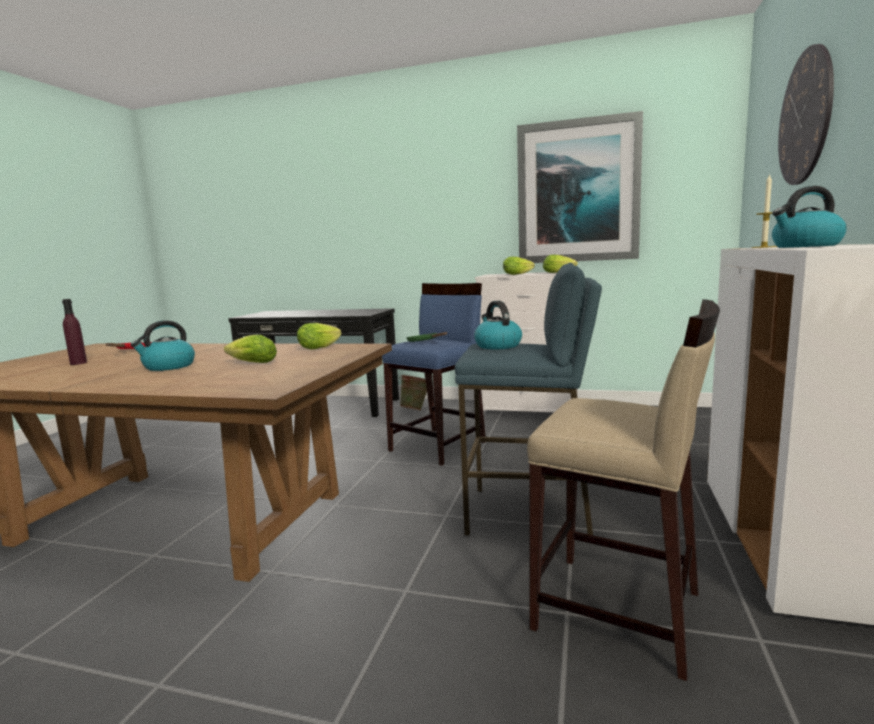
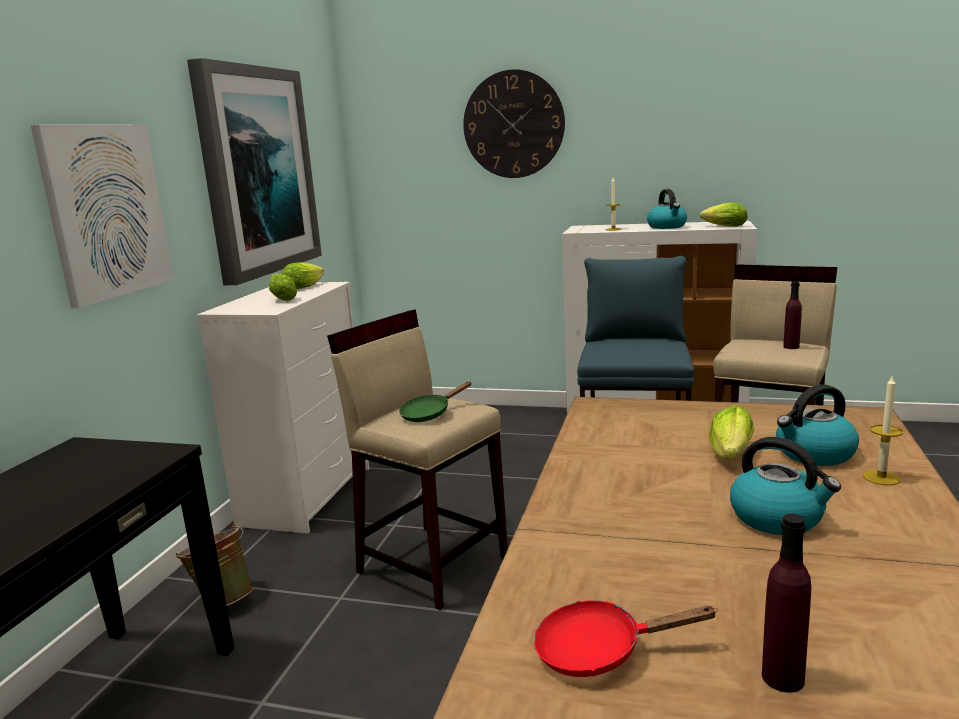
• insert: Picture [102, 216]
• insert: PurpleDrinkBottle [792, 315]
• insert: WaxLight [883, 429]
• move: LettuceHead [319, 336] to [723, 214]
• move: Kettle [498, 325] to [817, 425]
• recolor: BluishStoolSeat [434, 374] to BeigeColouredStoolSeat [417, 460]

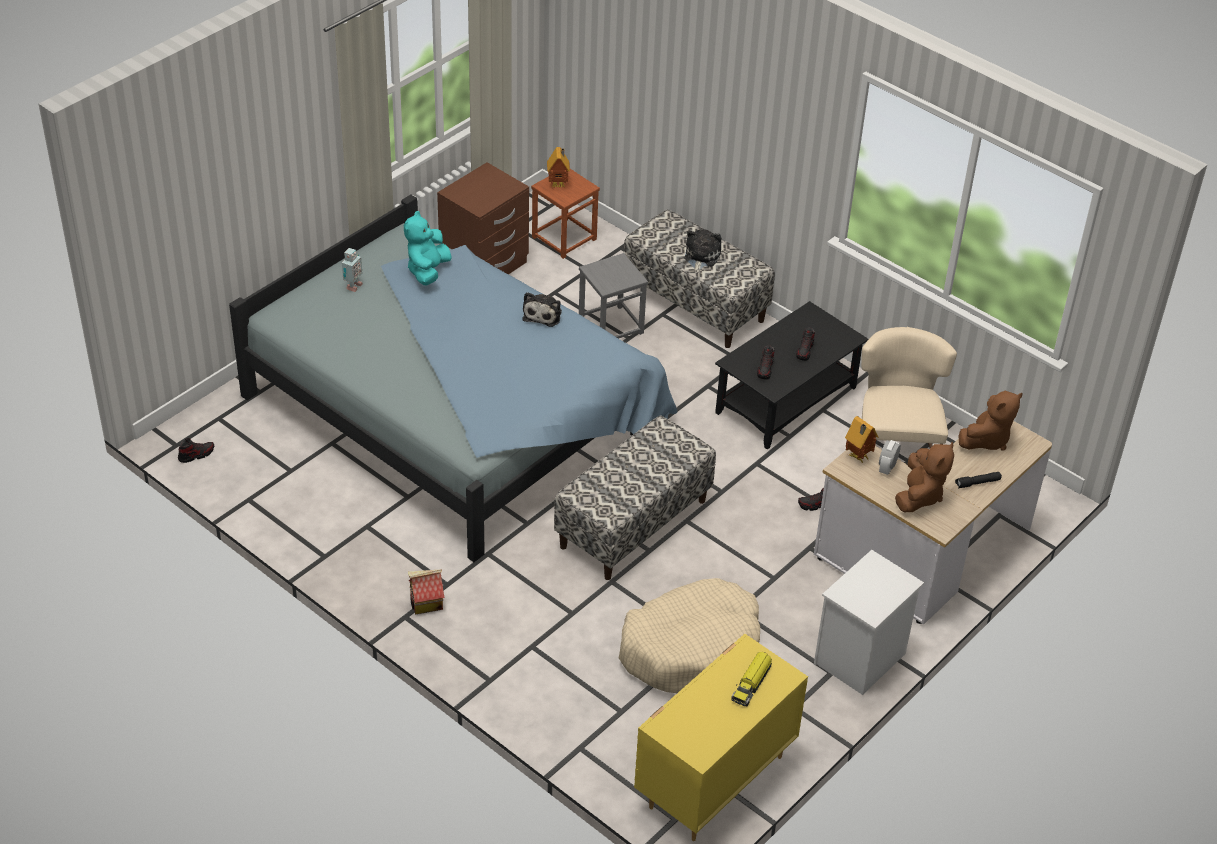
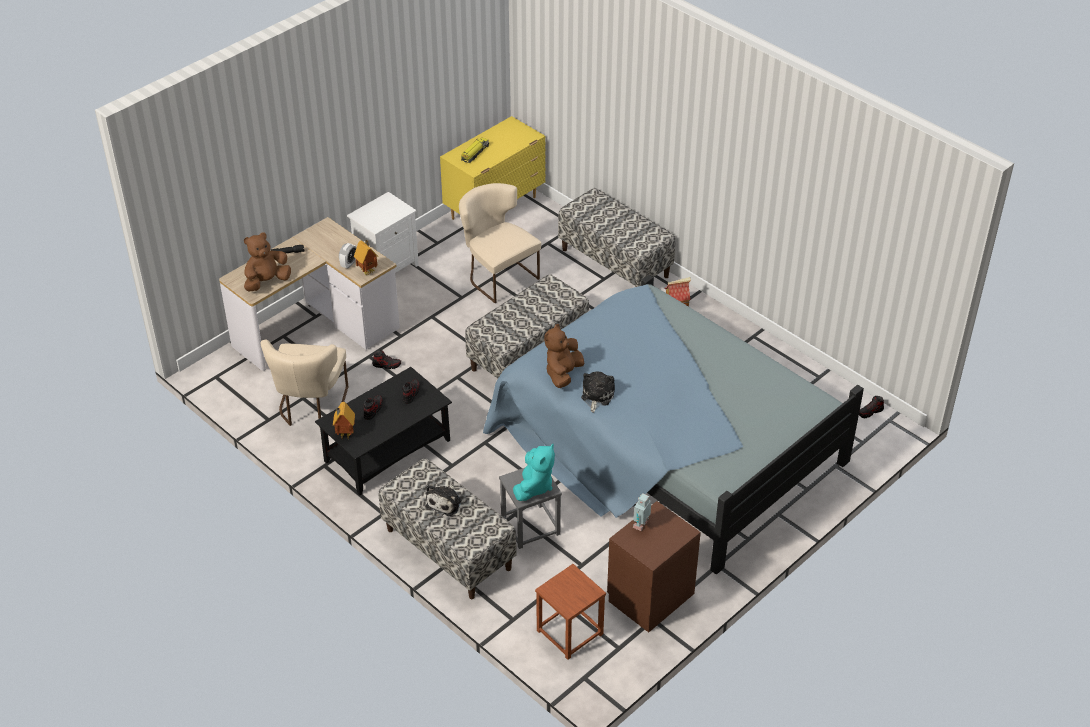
• insert: Bench [617, 237]
• move: ToyRobot [352, 270] to [642, 512]
• move: TurquoiseSoftToy [428, 248] to [534, 472]
• move: ModelHouse [558, 167] to [344, 420]
• move: BrownishSoftToy [924, 477] to [564, 356]
• replace: BeigeColouredDogBed [689, 635] to BeigeColouredPlainChair [500, 243]

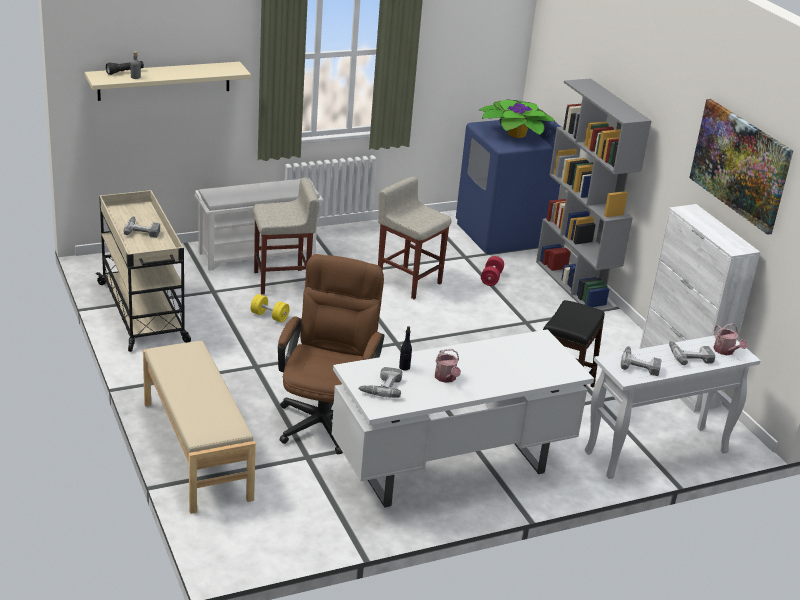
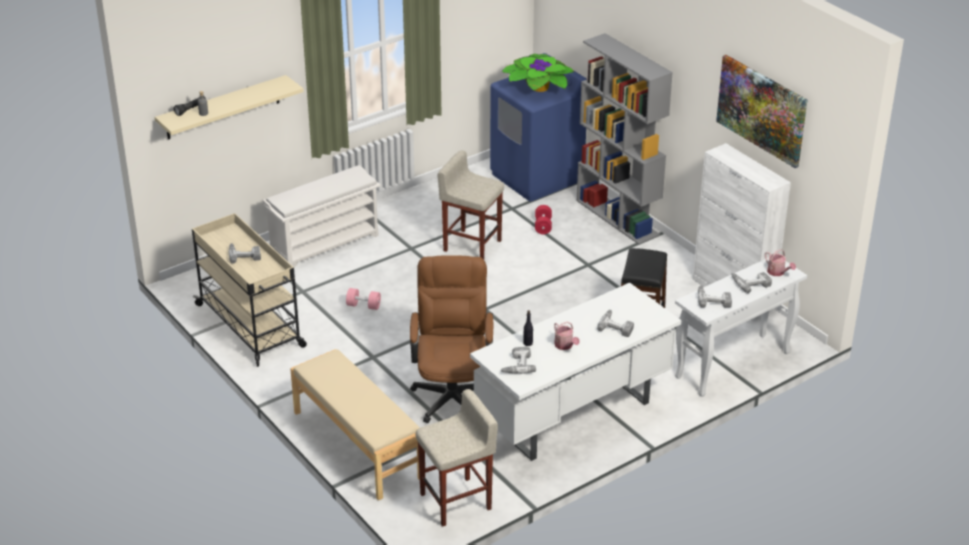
• insert: ElectricDrill [615, 323]
• move: BeigeColouredStoolSeat [286, 236] to [457, 458]
• recolor: YellowDumbbell [270, 308] to PinkishDumbbell [363, 299]

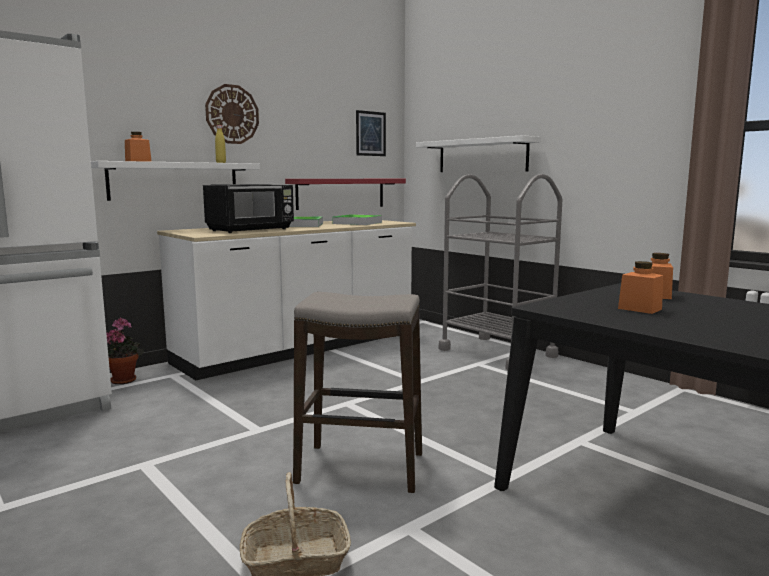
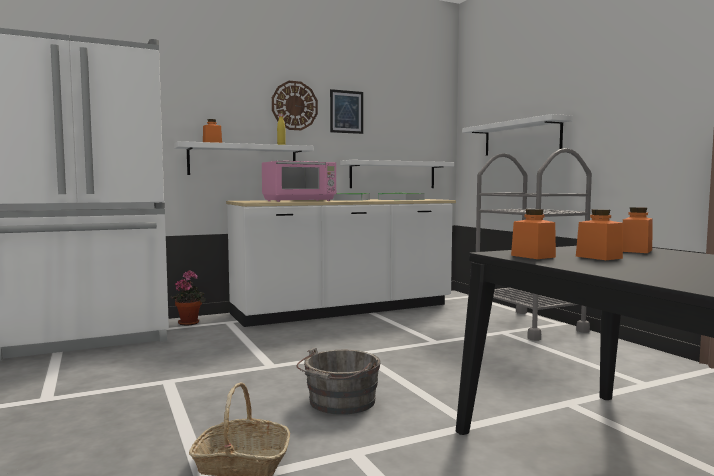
• insert: OrangeColouredStorageJar [533, 234]
• move: Picture [371, 133] to [346, 111]
• replace: StoolSeat [357, 392] to GreyishWaterBucket [338, 381]
• recolor: BlackColouredMicrowaveOven [248, 208] to PinkishMicrowaveOven [299, 181]
• recolor: RedColouredWallShelf [345, 194] to WhitishWallShelf [397, 174]

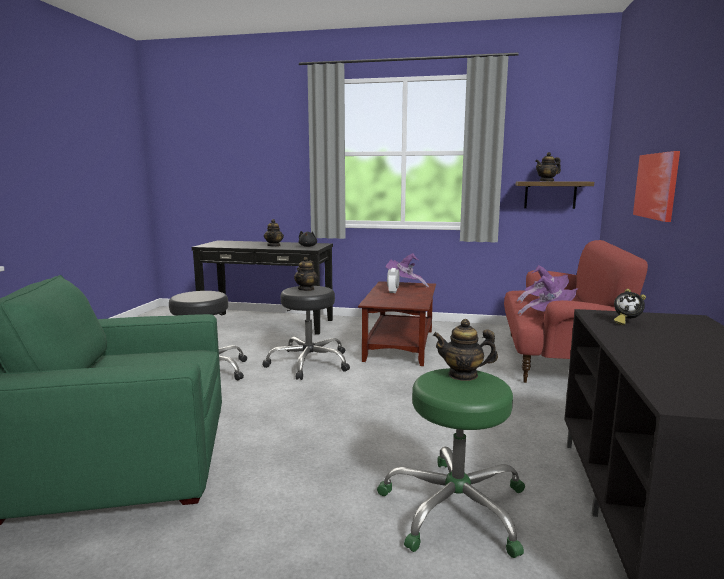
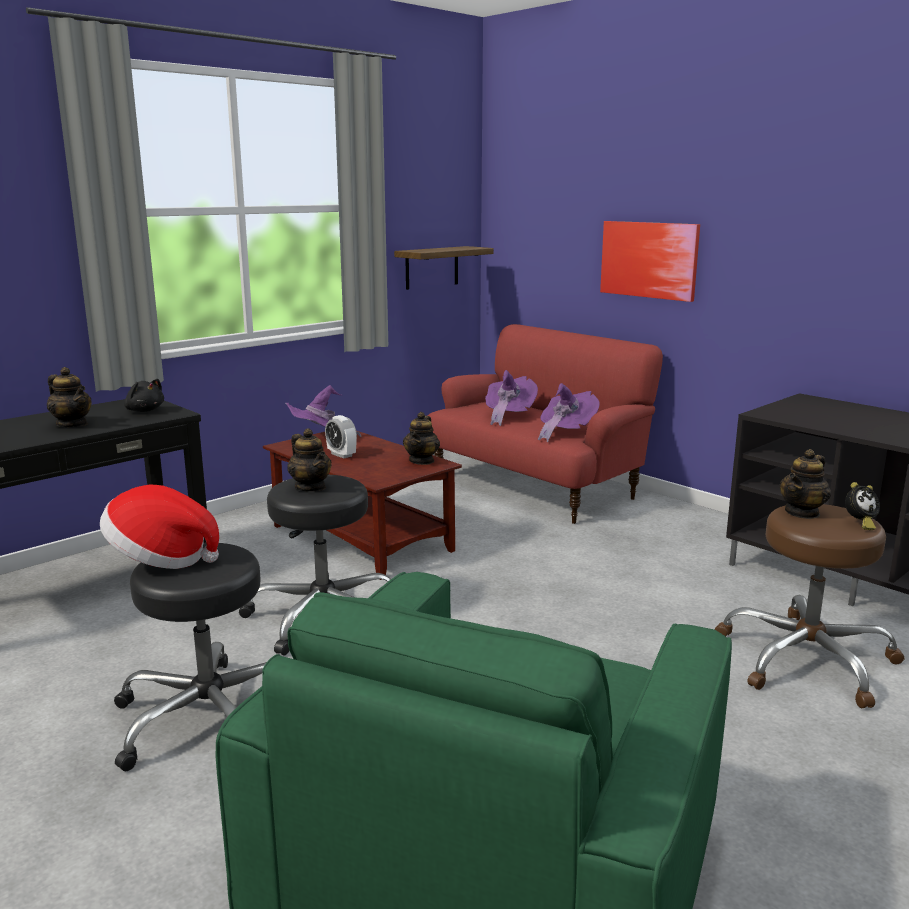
• insert: ClothingHat [159, 526]
• move: PotForTea [548, 166] to [421, 438]
• move: AlarmClock [630, 307] to [862, 506]
• recolor: GreenStoolSeat [451, 463] to BrownishStoolSeat [809, 606]

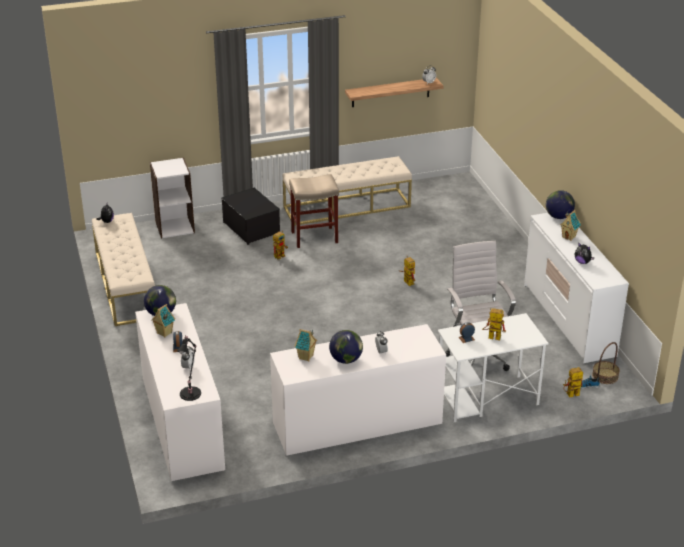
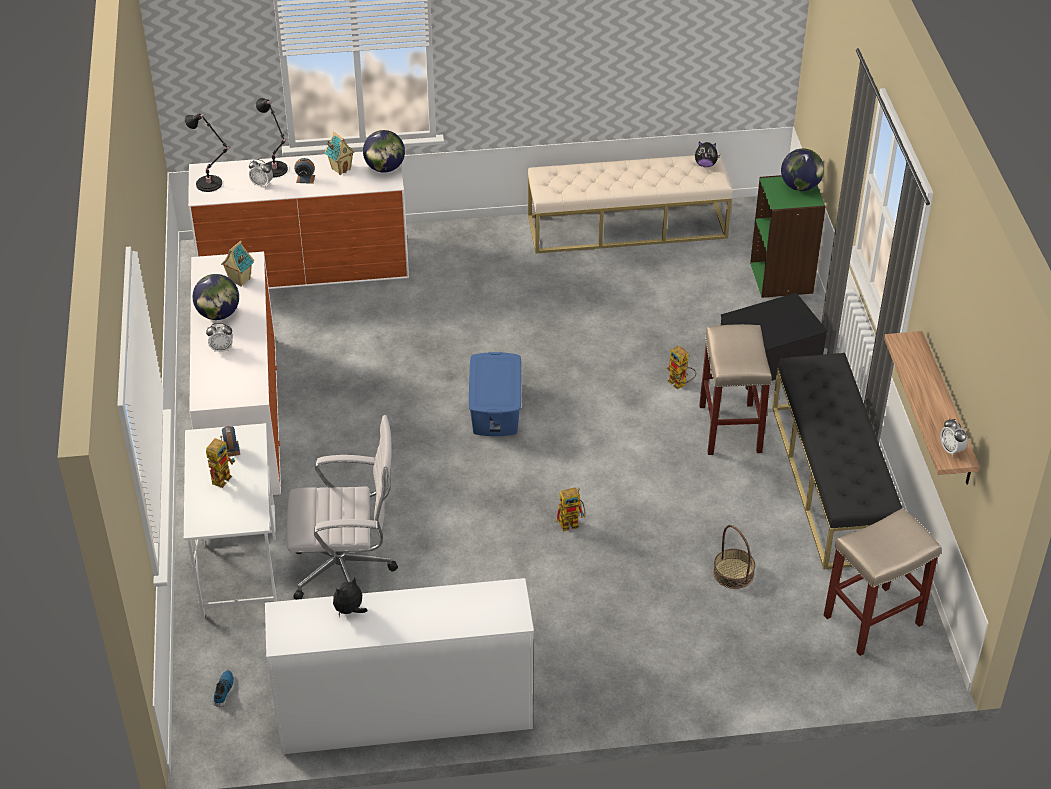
• delete: ModelHouse [570, 225]
• delete: ToyRobot [573, 382]
• insert: BlackColouredLampForATable [272, 137]
• insert: BluishStorageContainer [495, 394]
• insert: BeigeColouredStoolSeat [882, 582]
• move: WorldGlobe [560, 204] to [802, 169]
• move: StorageBasket [606, 363] to [734, 557]
• recolor: WhitishBookcase [172, 198] to GreenBookcase [788, 236]
• recolor: BeigeColouredBench [347, 190] to BlackColouredBench [837, 461]

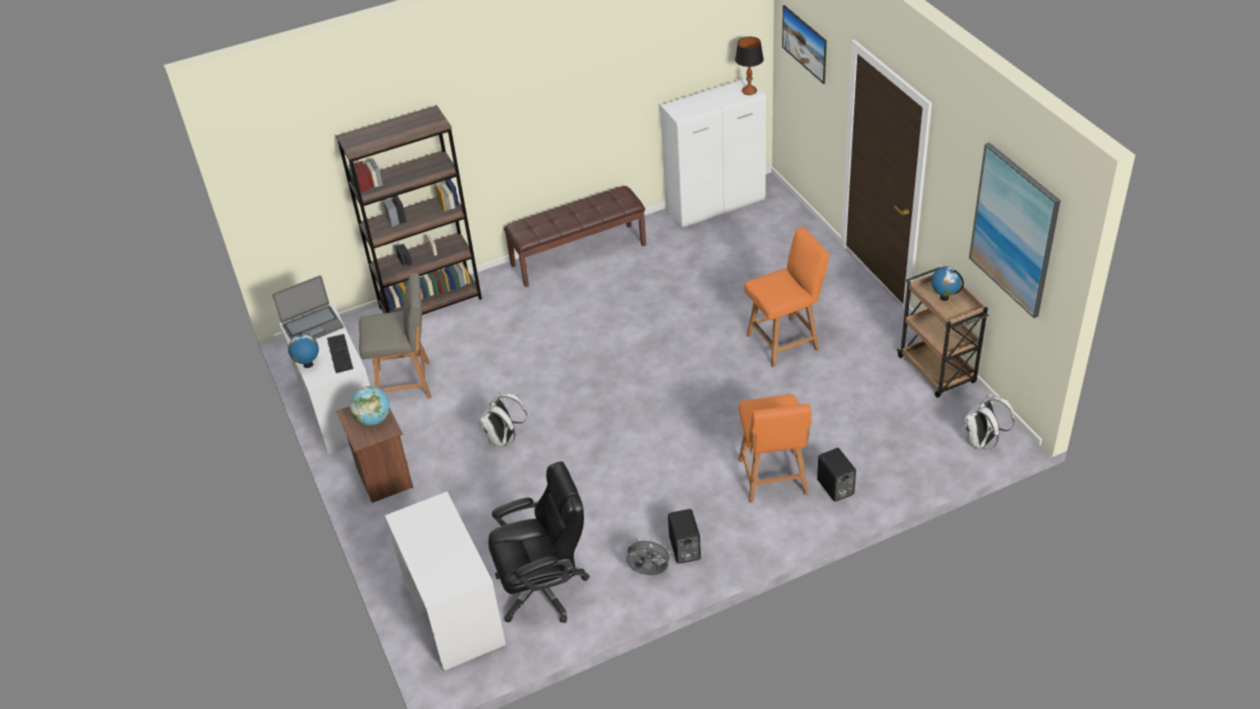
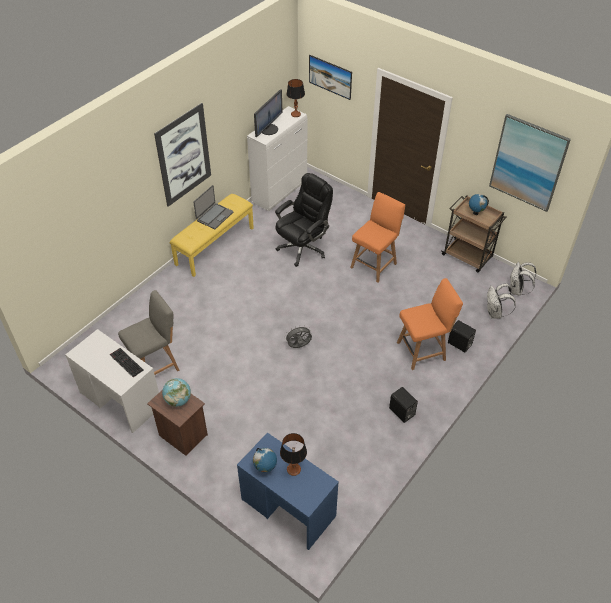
• delete: BrownishBookcase [409, 210]
• insert: Picture [182, 155]
• insert: Monitor [268, 113]
• insert: LampForATable [293, 454]
• move: NotebookComputer [307, 308] to [213, 207]
• move: WorldGlobe [303, 350] to [265, 460]
• move: WhitishBackpack [503, 419] to [501, 301]
• move: BlackColouredComputerChair [539, 542] to [304, 220]
• move: GreyishFan [649, 556] to [298, 336]
• recolor: WhitishDeskUnit [445, 581] to BluishDeskUnit [288, 491]
• recolor: BrownishBench [575, 236] to YellowBench [212, 235]
• rotate: OrangeColouredPlainChair [775, 448] = [430, 324] 75 degrees counterclockwise

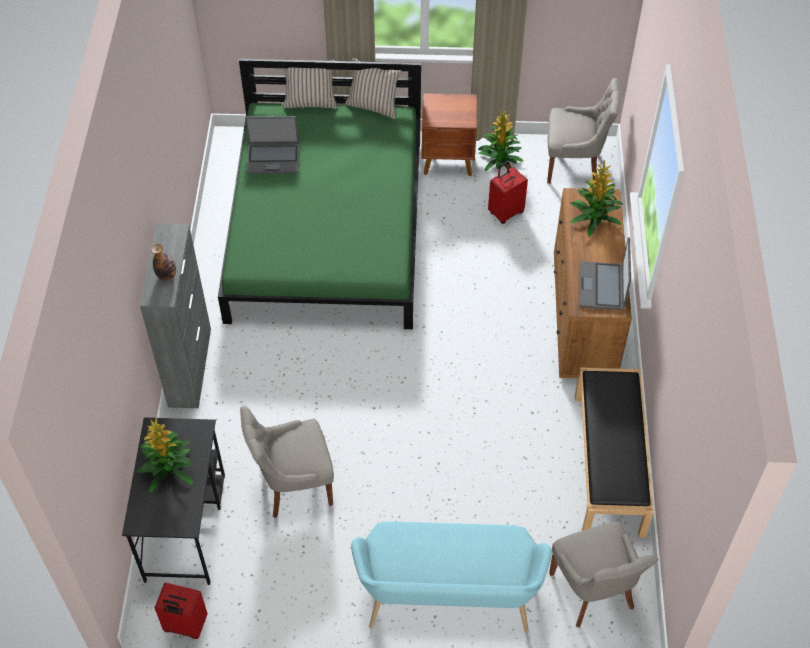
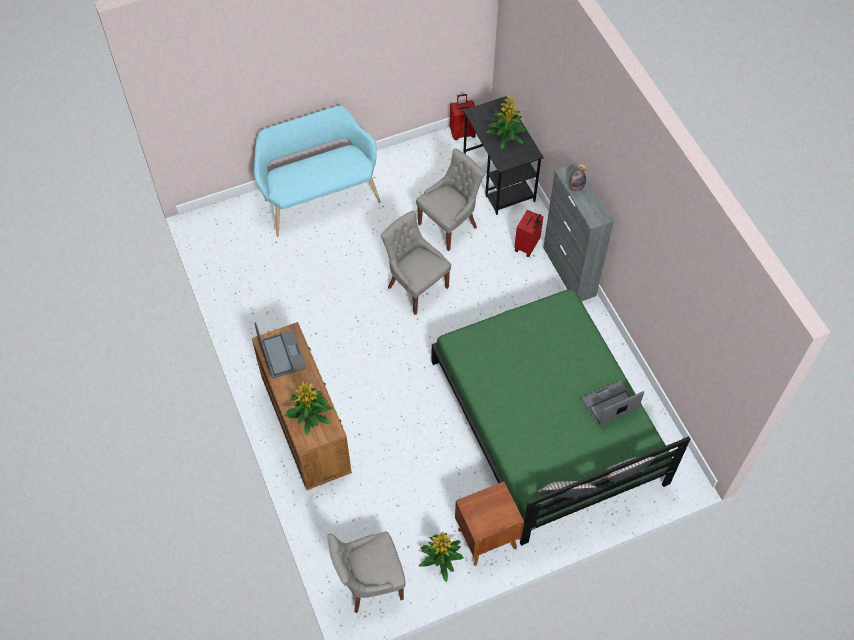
• delete: BlackColouredBench [614, 452]
• move: RedColouredPieceOfLuggage [508, 192] to [528, 233]
• move: GreyishPlainChair [604, 575] to [415, 262]

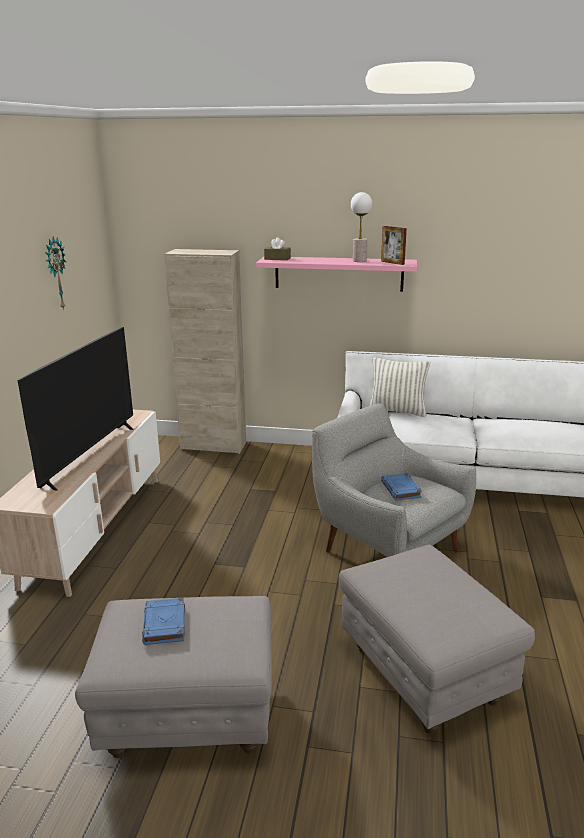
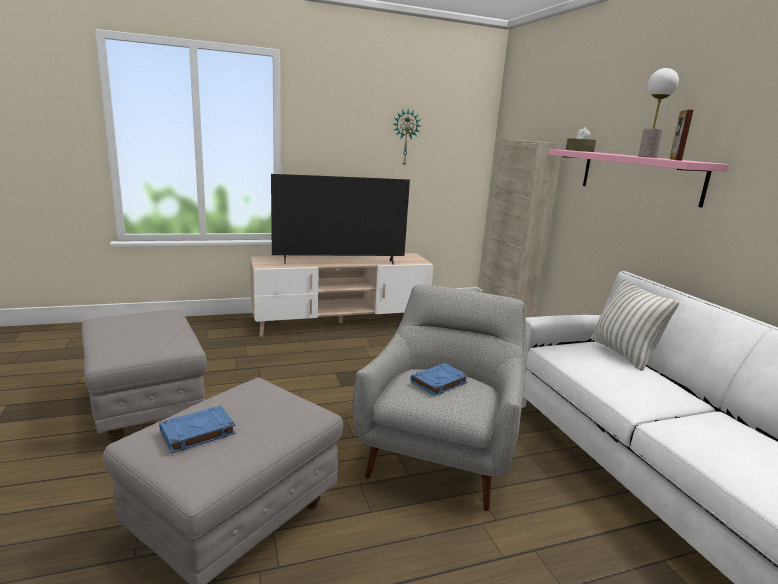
• move: BluishVolume [163, 621] to [197, 429]

